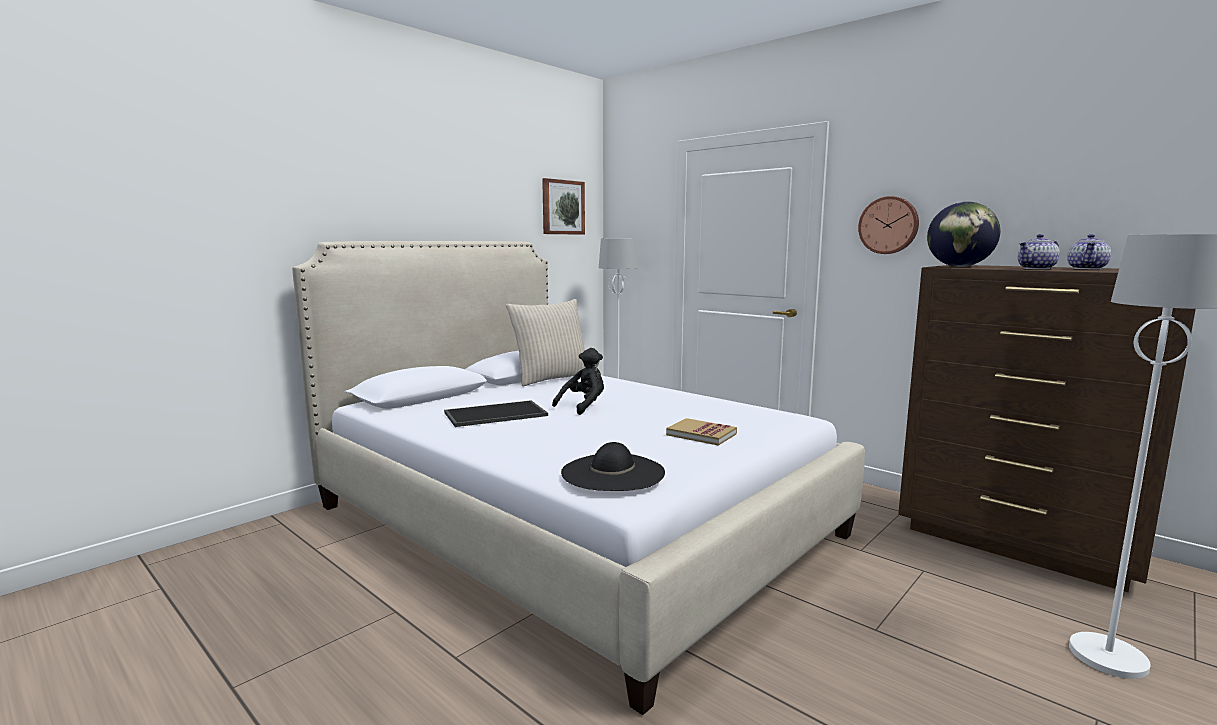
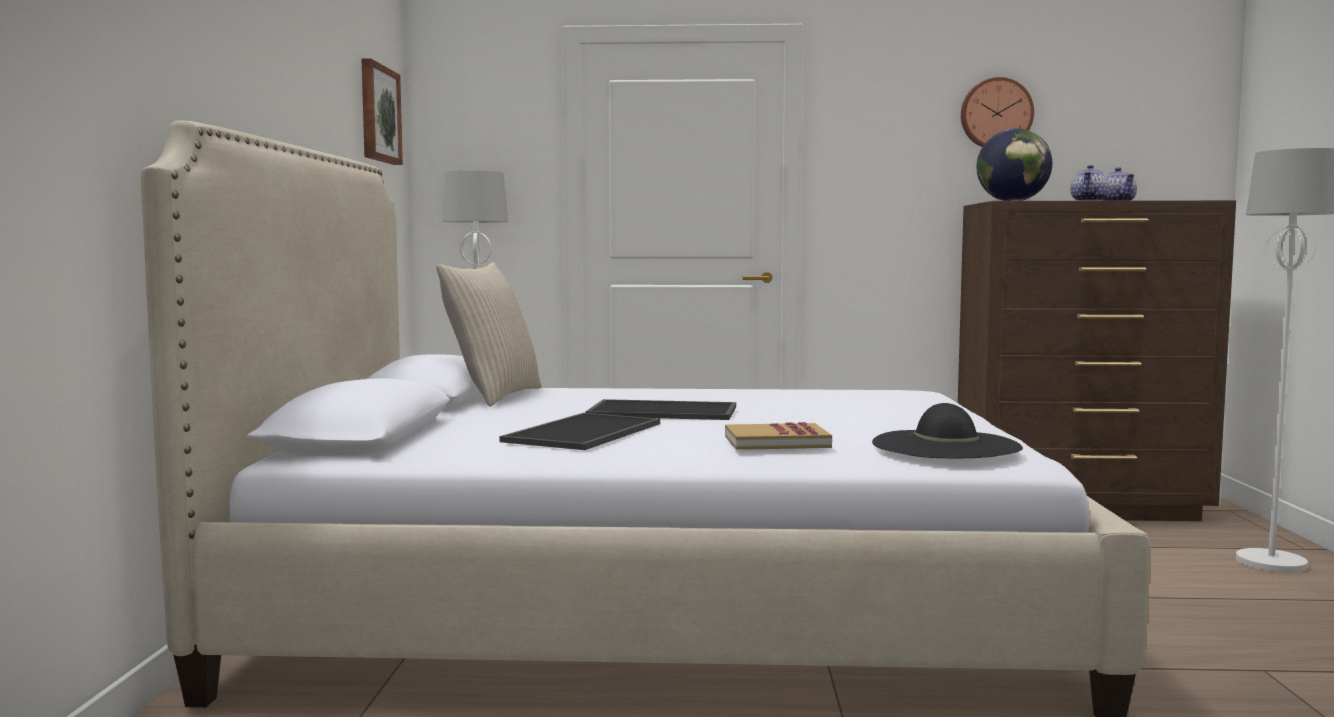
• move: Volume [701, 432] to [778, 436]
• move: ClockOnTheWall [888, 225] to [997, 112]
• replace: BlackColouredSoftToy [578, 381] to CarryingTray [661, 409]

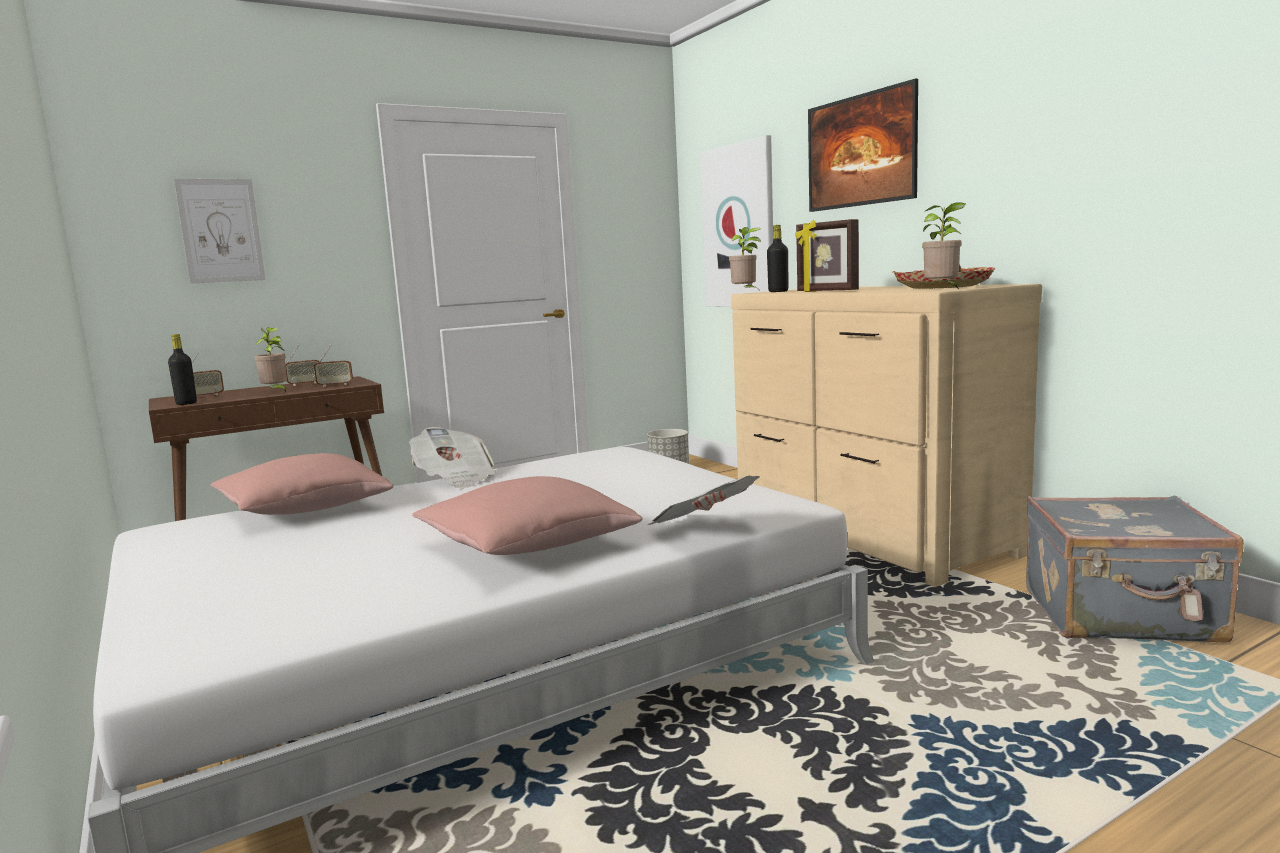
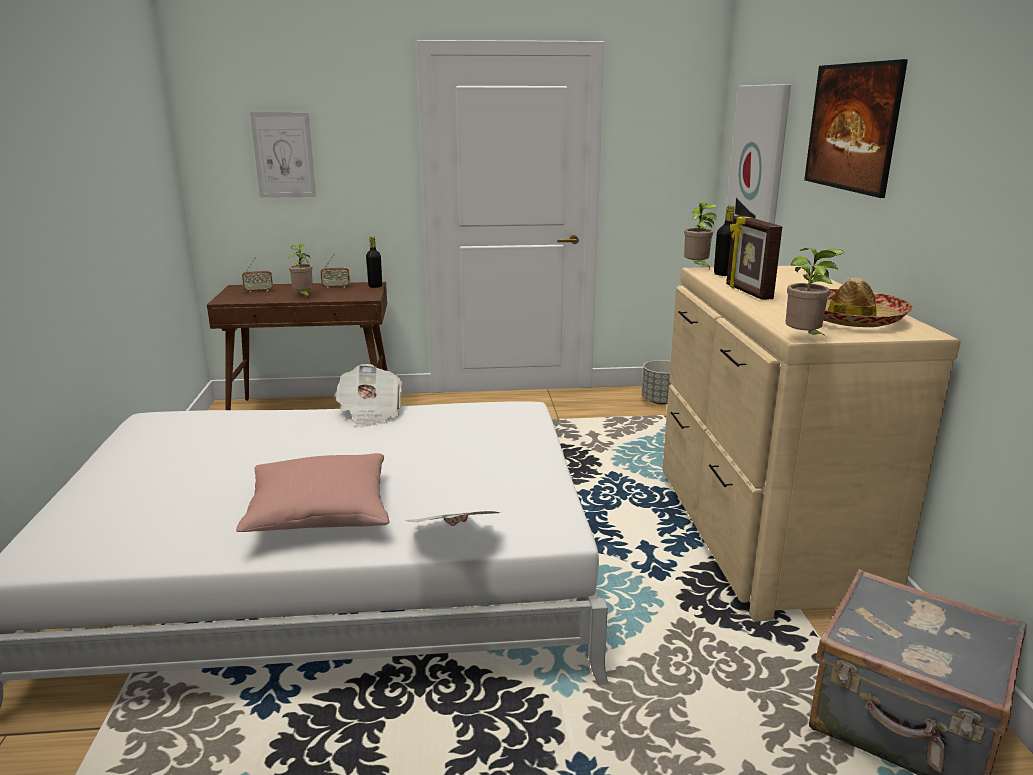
• delete: PinkishThrowPillow [302, 484]
• delete: RadioReceiver [333, 365]
• move: BlackColouredDrinkBottle [182, 369] to [374, 262]

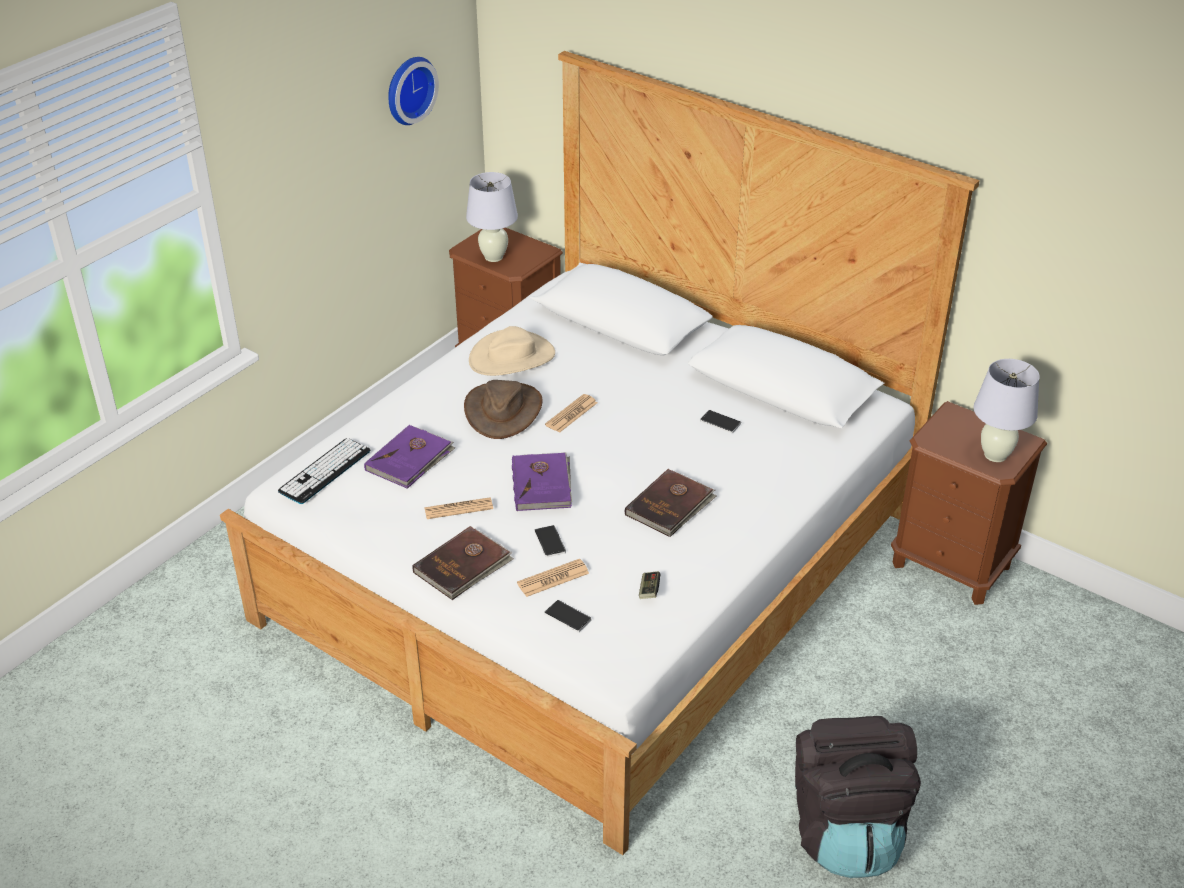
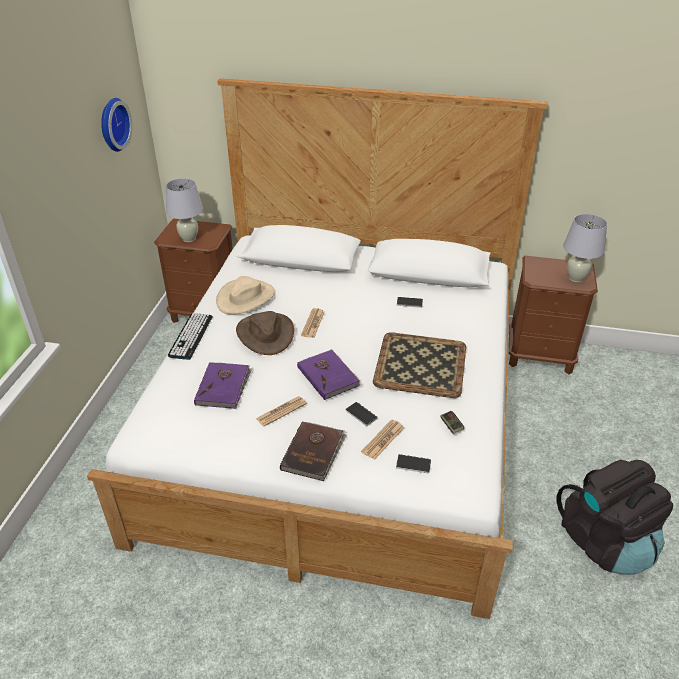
• move: Keyboard [324, 471] to [190, 336]
• replace: BrownishVolume [671, 503] to CarryingTray [419, 365]

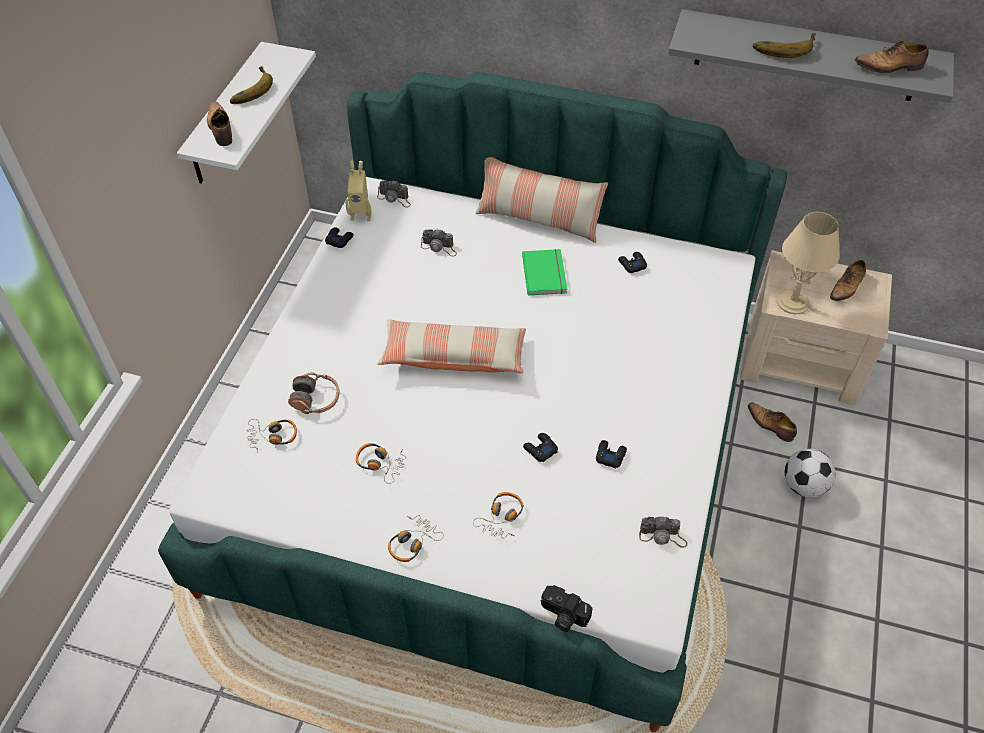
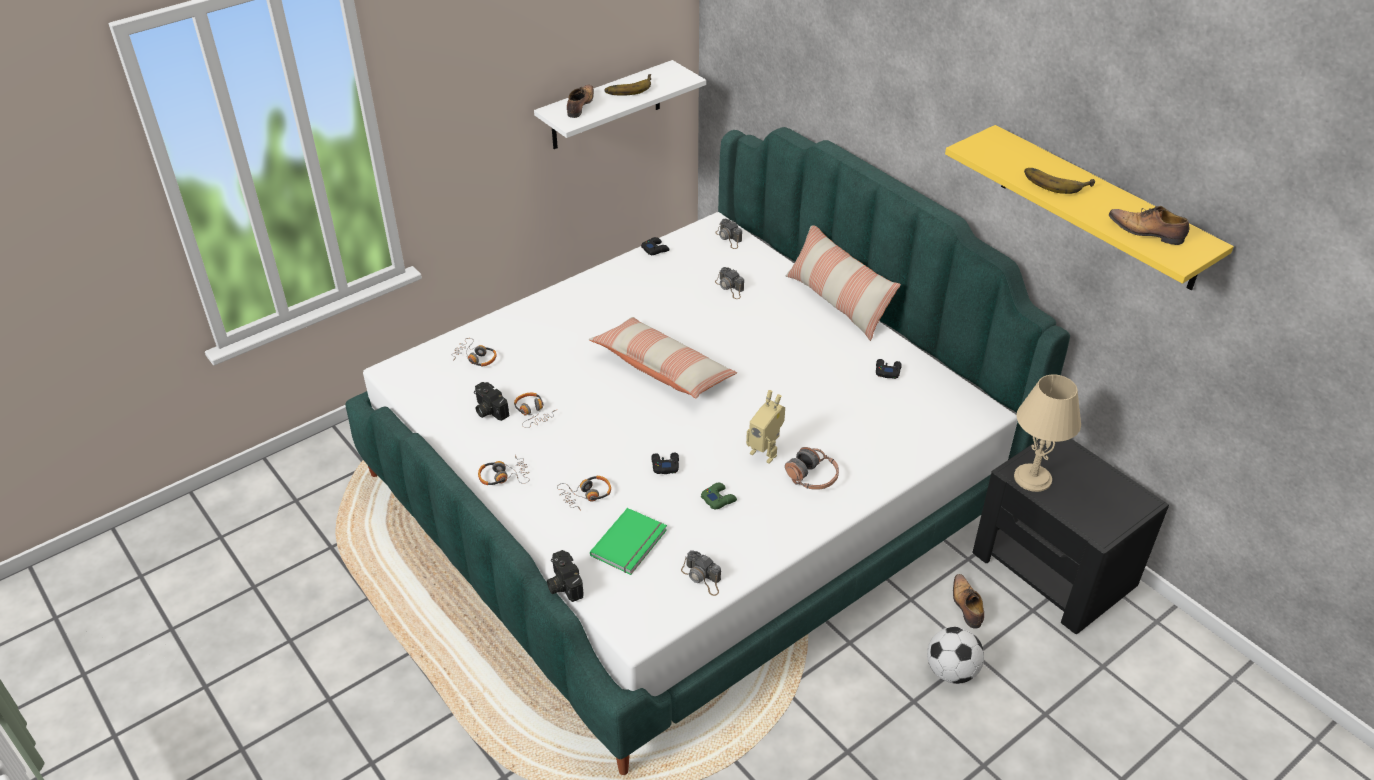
• delete: Shoe [848, 280]
• insert: PhotoCamera [491, 401]
• move: Headset [314, 393] to [812, 468]
• move: ToyRobot [358, 191] to [765, 427]
• move: GreenVolume [544, 272] to [628, 541]
• recolor: BlackColouredJoypad [611, 454] to GreenJoypad [719, 496]
• recolor: GreyishWallShelf [811, 56] to YellowWallShelf [1089, 207]
• recolor: BeigeColouredBedsideTable [816, 327] to BlackColouredBedsideTable [1070, 536]

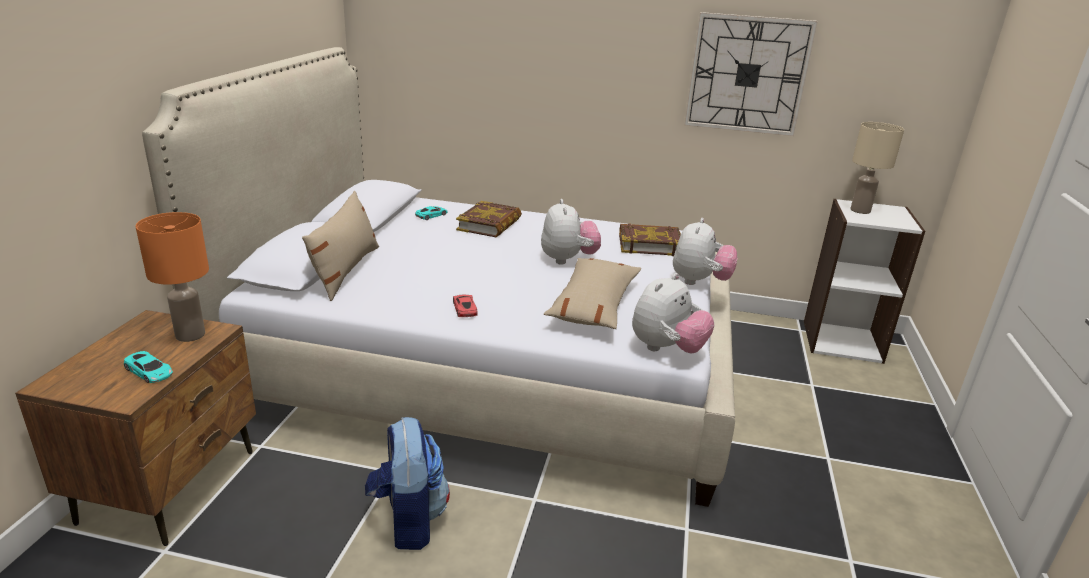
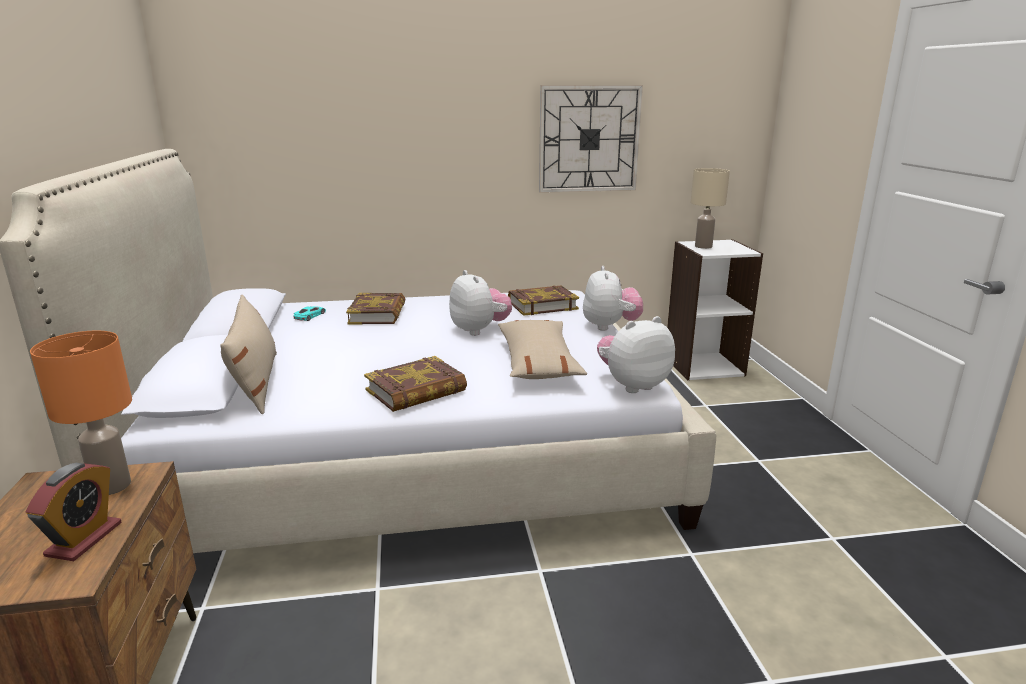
• delete: Backpack [407, 483]
• replace: TurquoiseModelCar [148, 367] to AlarmClock [73, 512]
• replace: RedColouredModelCar [465, 305] to Volume [415, 384]
• rotate: SoftToy [673, 313] = [636, 354] 135 degrees counterclockwise

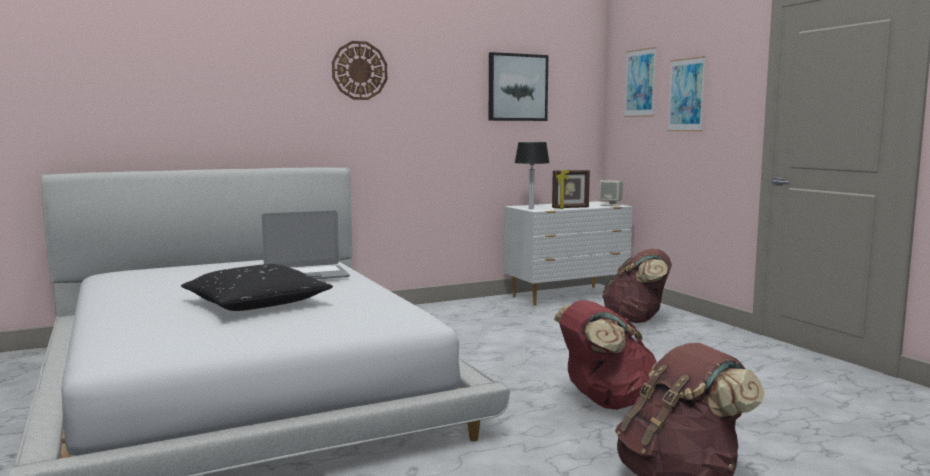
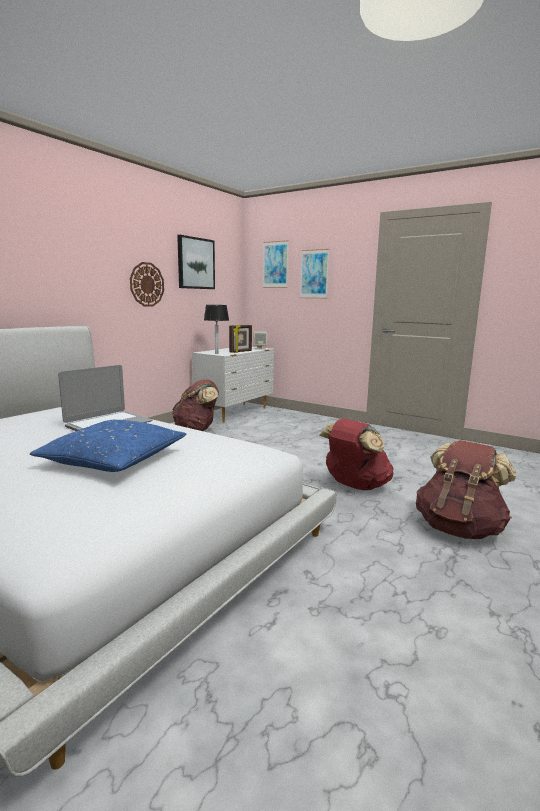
• move: ClockOnTheWall [359, 70] to [147, 284]
• move: BrownishBackpack [637, 286] to [195, 405]
• recolor: BlackColouredThrowPillow [257, 287] to BluishThrowPillow [108, 446]

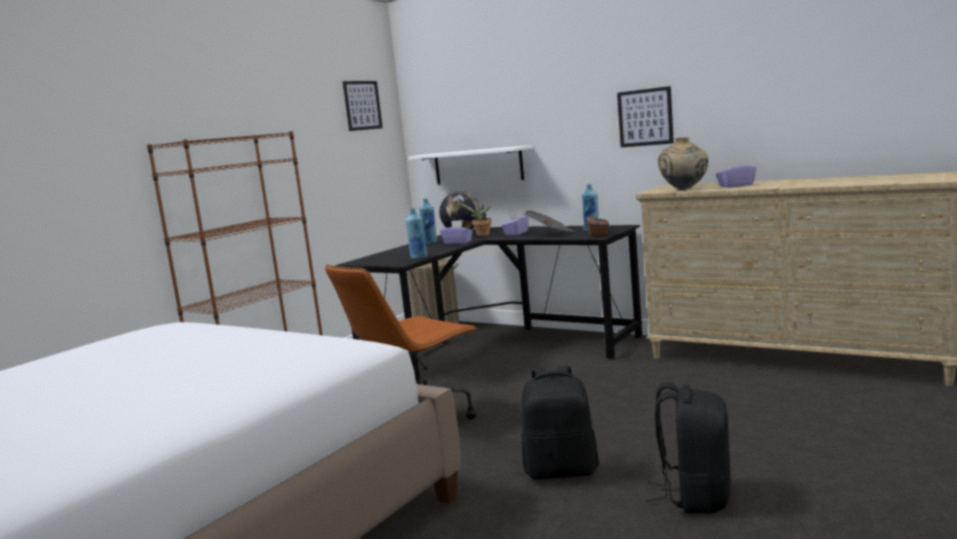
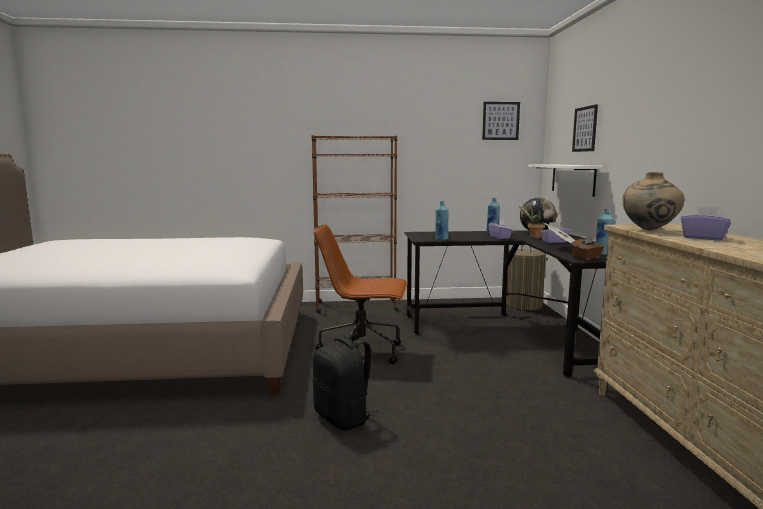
• delete: BlackColouredBackpack [688, 448]
• move: Picture [645, 116] to [585, 128]

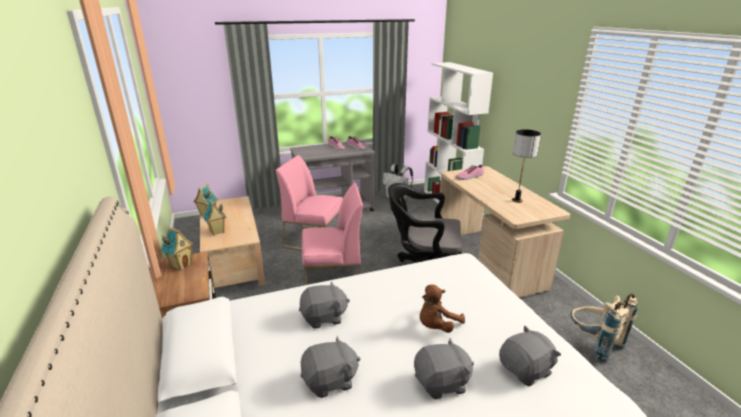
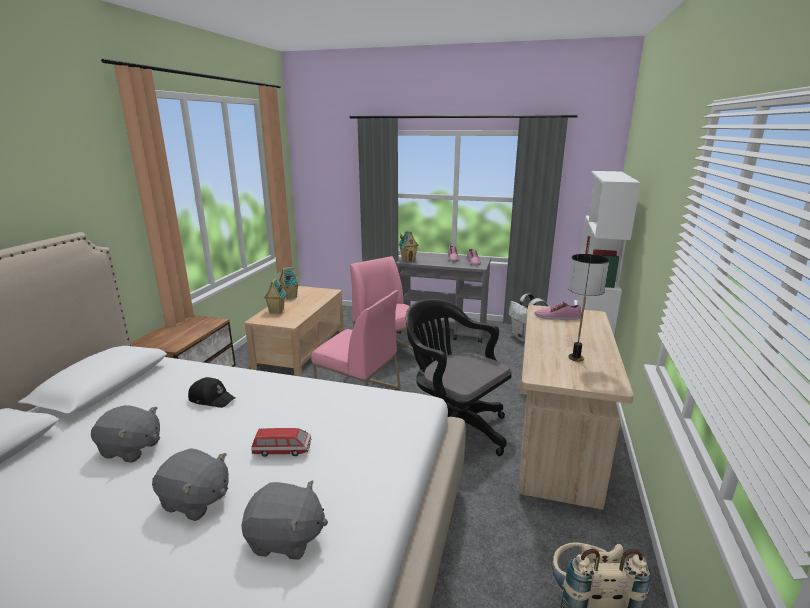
• move: ModelHouse [177, 249] to [408, 245]
• replace: GreyishSoftToy [324, 305] to BlackColouredBaseballCap [211, 392]
• replace: BrownishSoftToy [442, 308] to ModelCar [281, 442]

